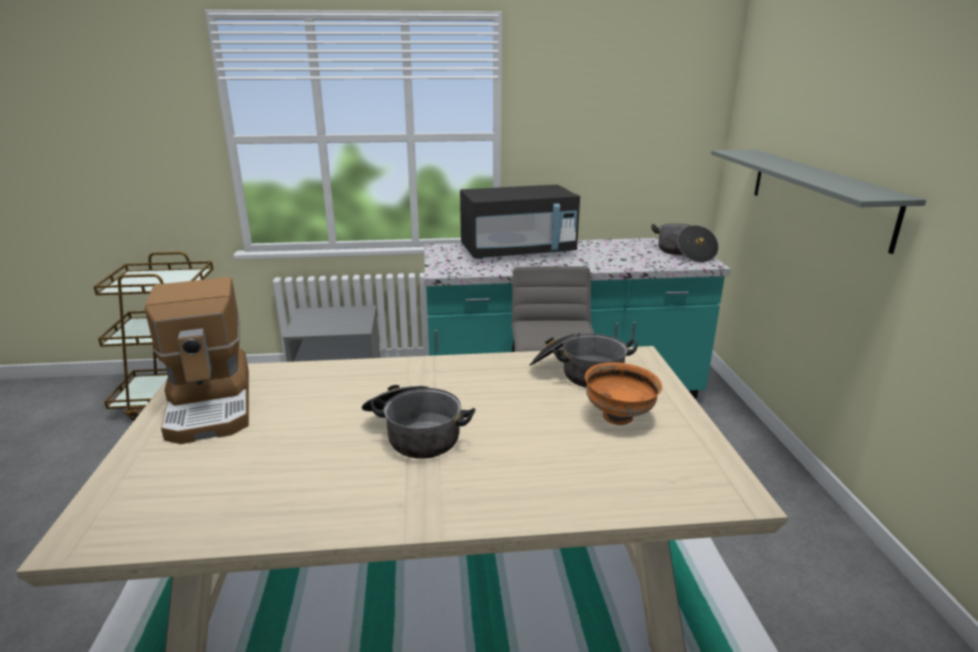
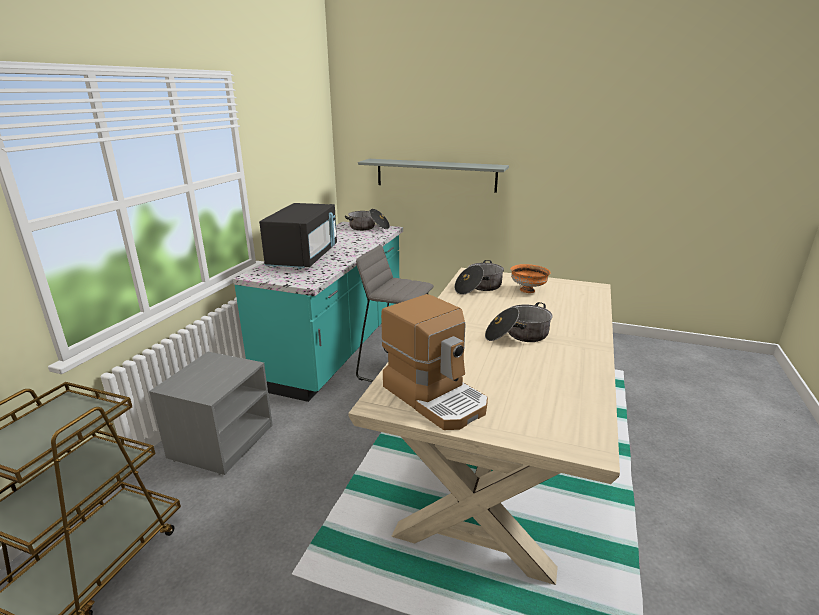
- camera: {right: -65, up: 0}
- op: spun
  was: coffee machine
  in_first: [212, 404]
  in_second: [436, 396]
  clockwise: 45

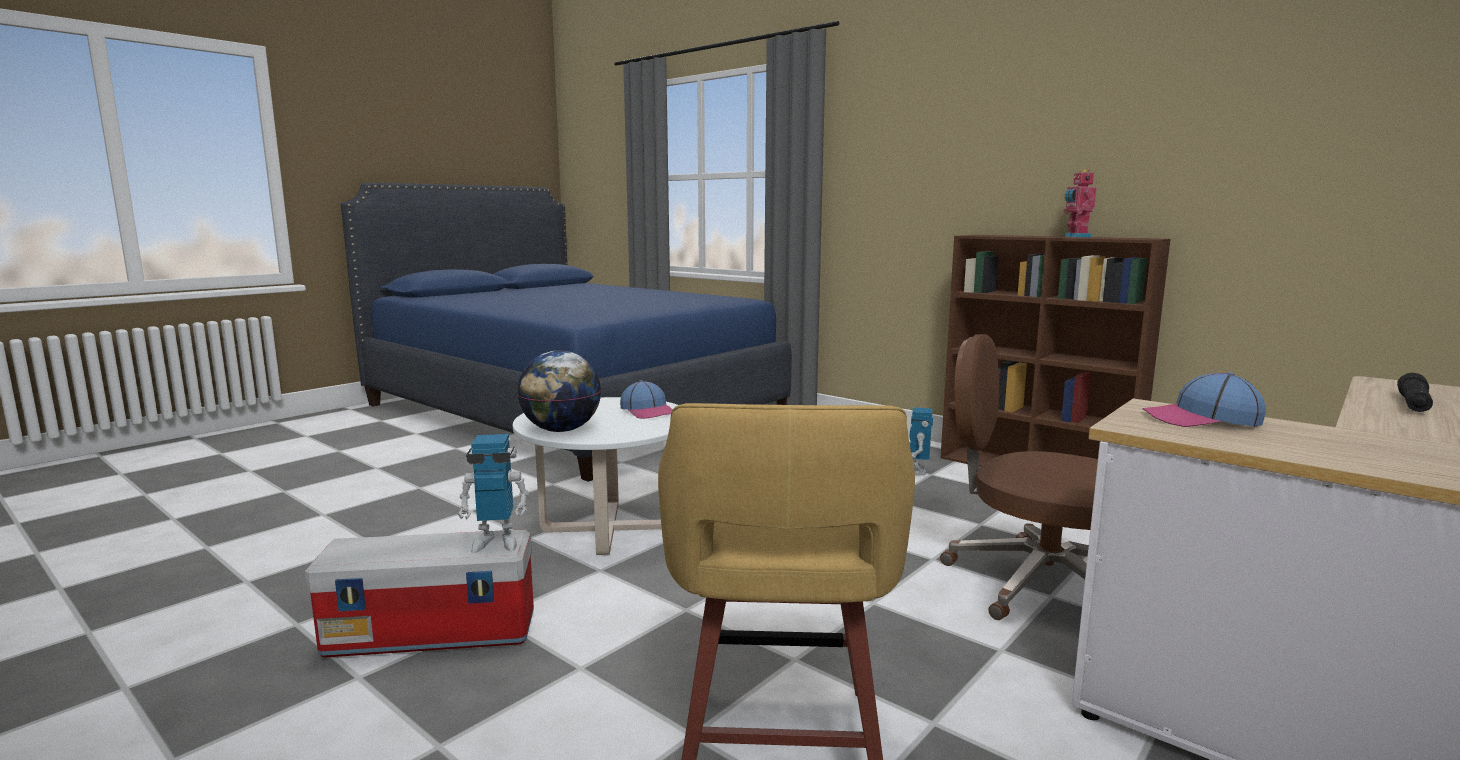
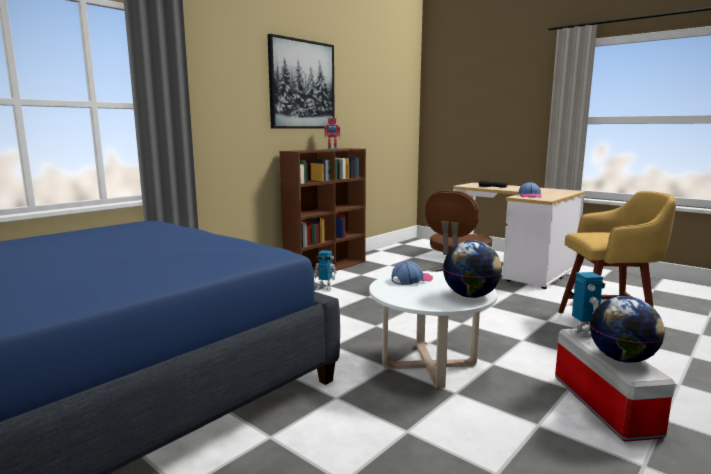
- camera: {right: -90, up: 0}
- op: appeared
  now: picture
  in_second: [302, 85]
- op: appeared
  now: globe
  in_second: [622, 359]

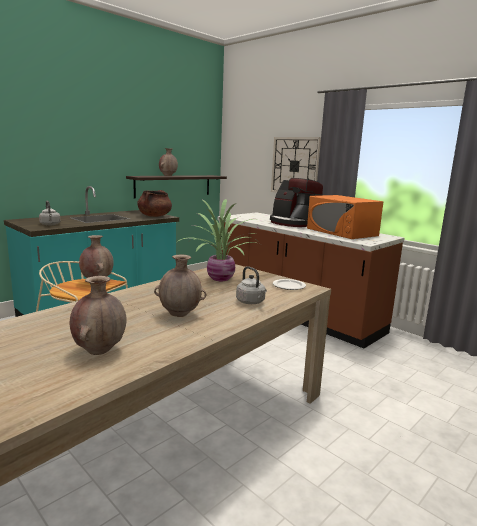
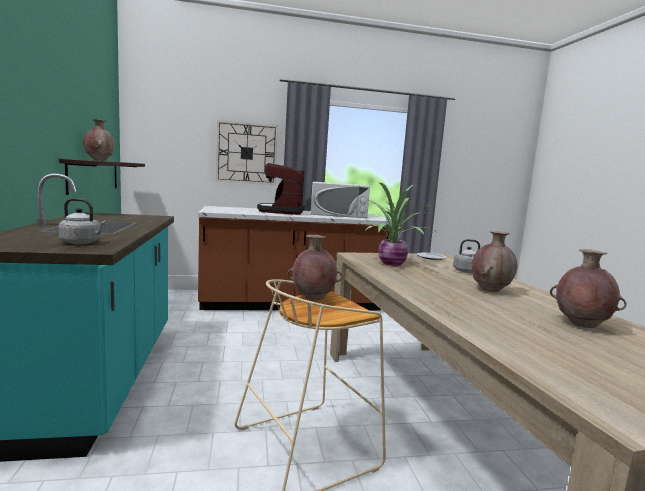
- camera: {right: -55, up: -5}
- op: spun
  was: coffee machine
  in_first: [293, 223]
  in_second: [282, 211]
  clockwise: 105
- op: missing
  was: cooking pot (brown)
  in_first: [155, 216]
- op: colour
  was: microwave (orange)
  now: microwave (white)
  in_first: [341, 232]
  in_second: [338, 214]

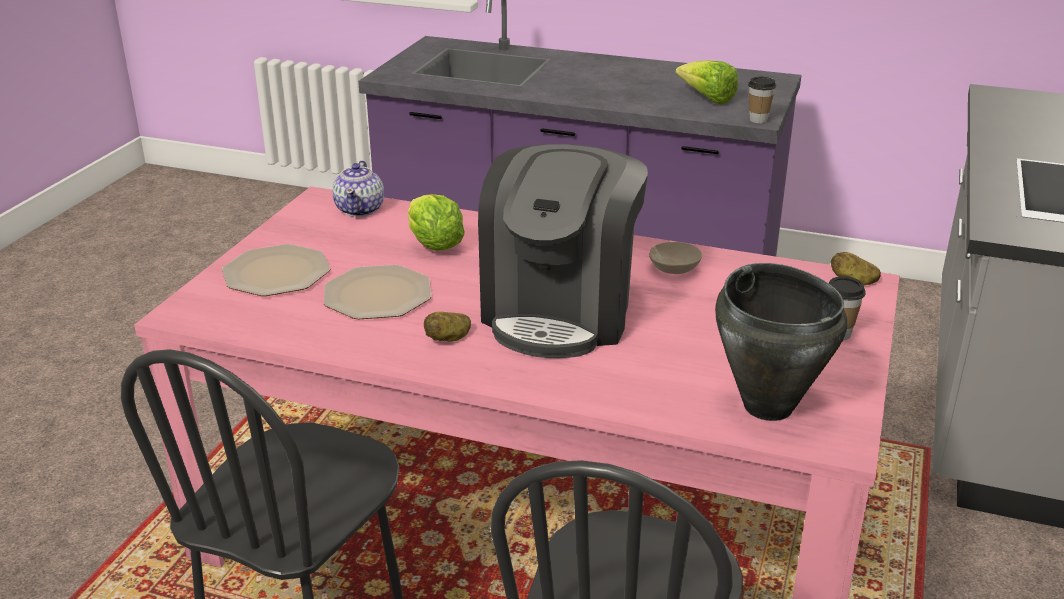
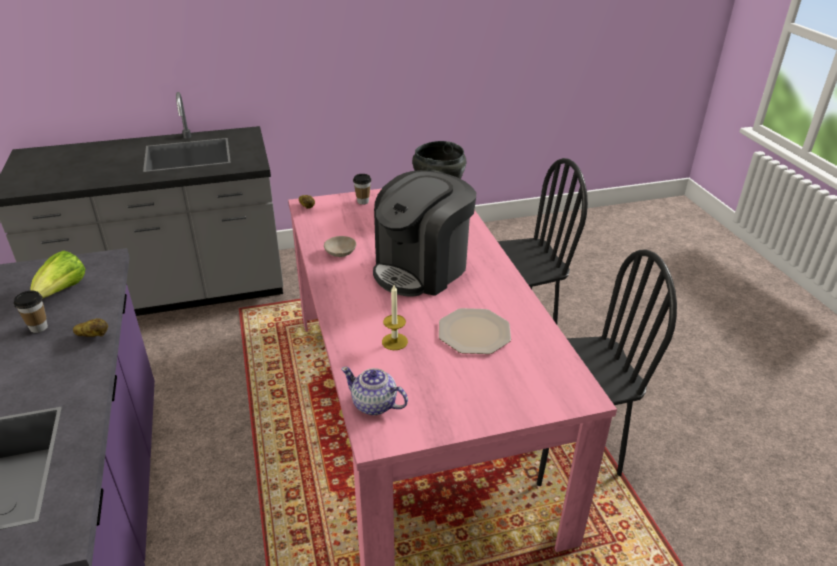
- camera: {right: -125, up: 5}
- op: relocated
  was: cup
  in_first: [758, 120]
  in_second: [38, 327]
- op: spun
  was: coffee machine
  in_first: [560, 311]
  in_second: [422, 269]
  clockwise: 150
- op: spun
  was: teapot
  in_first: [360, 209]
  in_second: [374, 405]
  clockwise: -120
- op: exchanged
  was: lettuce
  now: candle
  in_first: [434, 245]
  in_second: [394, 341]
- op: missing
  was: plate
  in_first: [276, 272]
- op: relocated
  was: potato
  in_first: [449, 338]
  in_second: [93, 336]

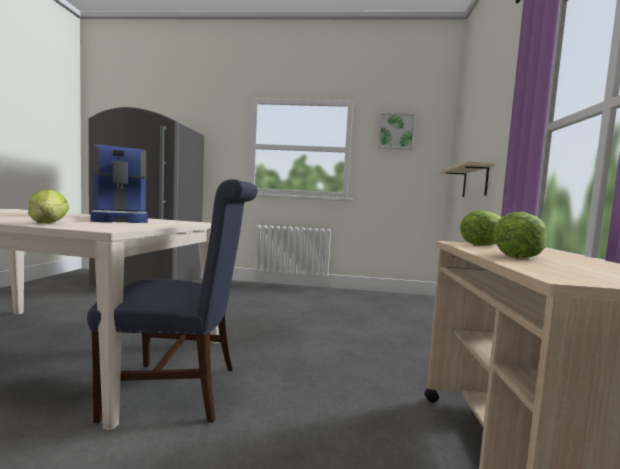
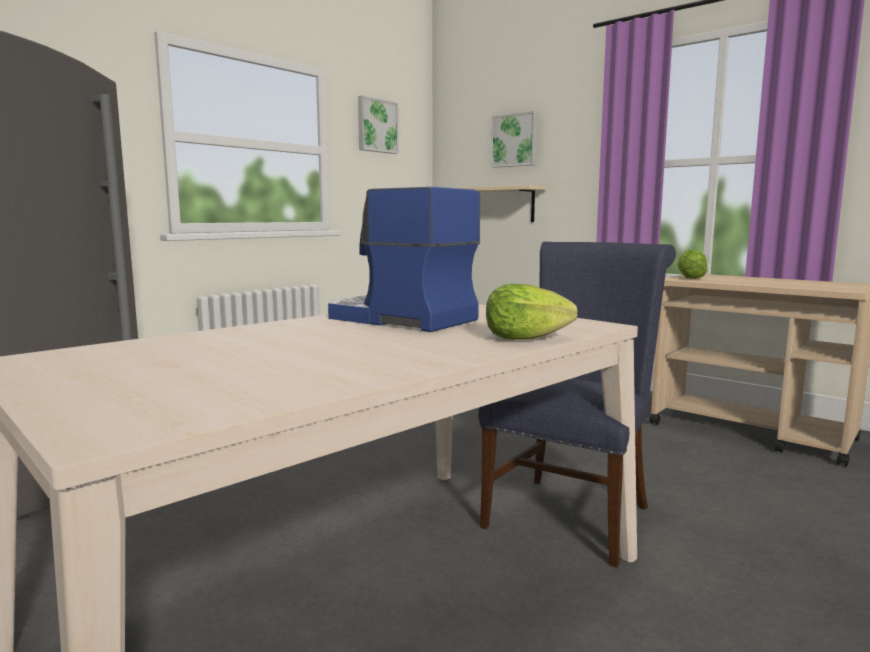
- camera: {right: -55, up: 5}
- op: spun
  was: coffee machine
  in_first: [121, 219]
  in_second: [399, 319]
  clockwise: -150
- op: missing
  was: lettuce
  in_first: [519, 257]
- op: appeared
  now: picture
  in_second: [515, 140]

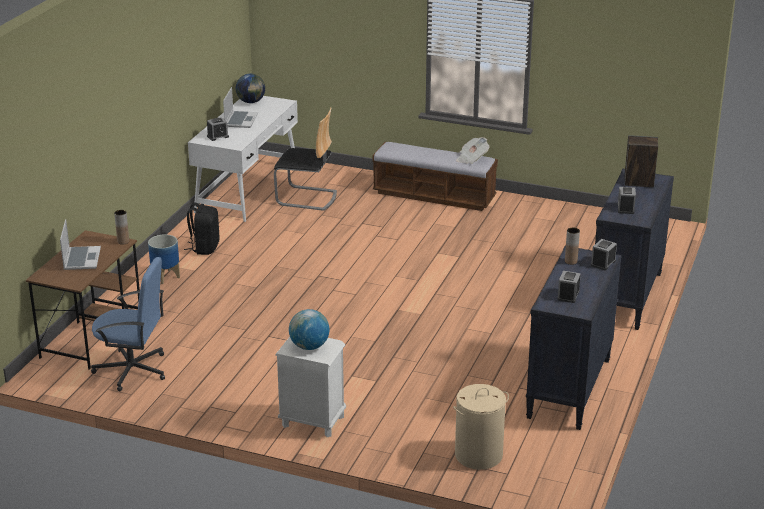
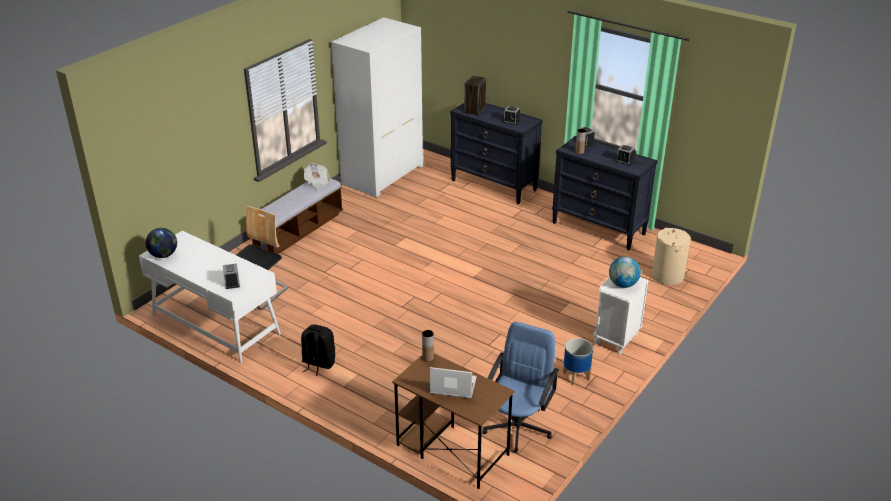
- camera: {right: -75, up: 5}
- op: missing
  was: laptop
  in_first: [240, 120]
- op: relocated
  was: planter
  in_first: [165, 277]
  in_second: [576, 376]
- op: appeared
  now: wardrobe (white)
  in_second: [382, 175]

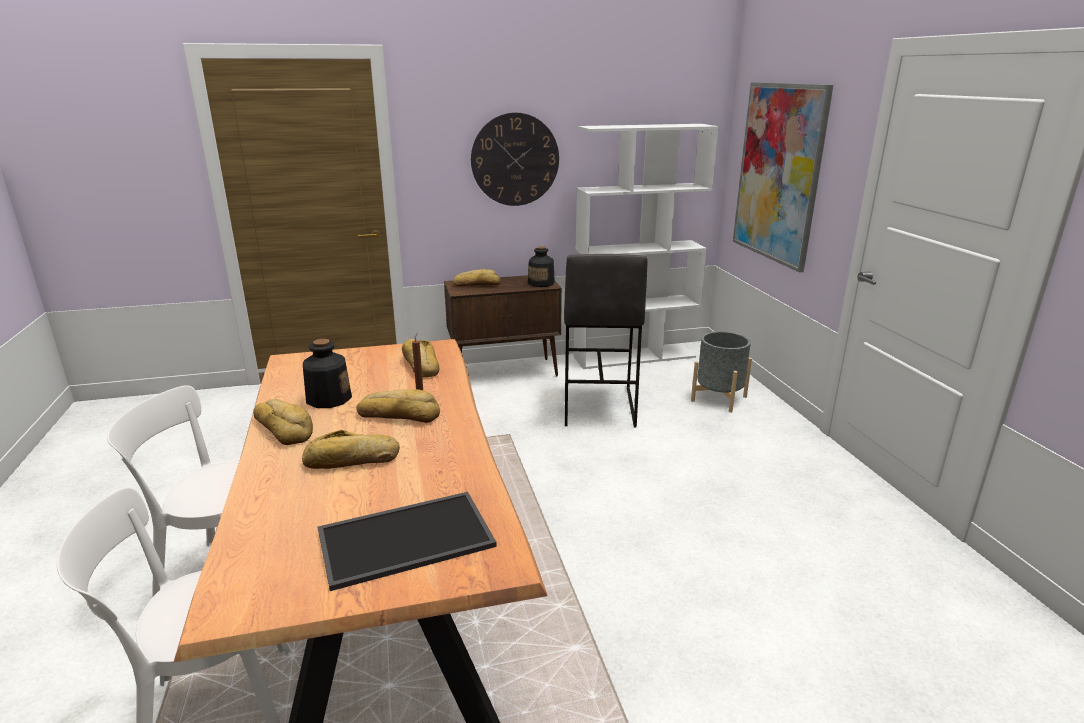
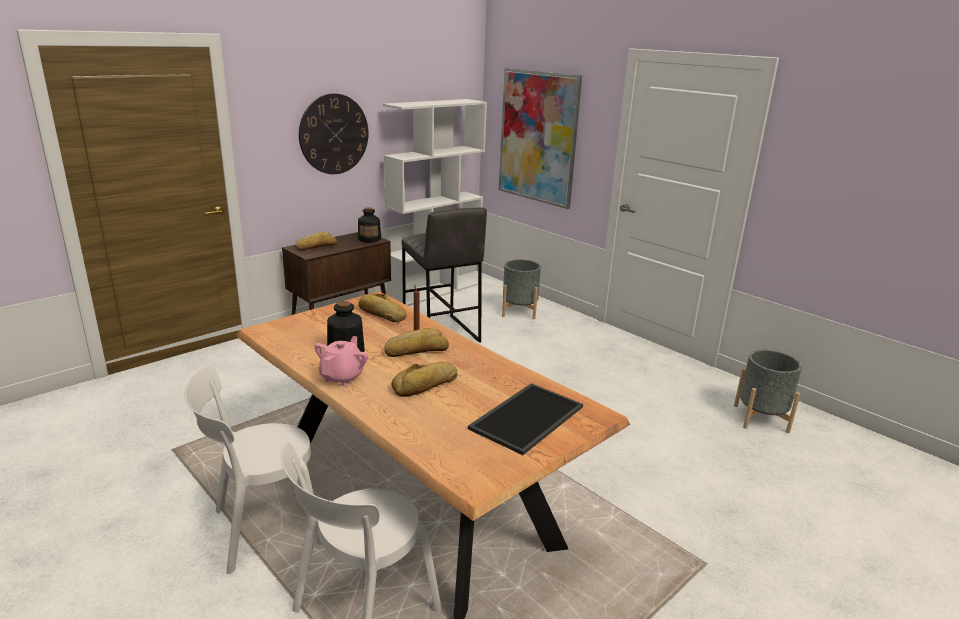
- camera: {right: -30, up: 0}
- op: exchanged
  was: bread
  now: teapot (pink)
  in_first: [284, 428]
  in_second: [342, 377]
- op: appeared
  now: planter (grey)
  in_second: [761, 418]

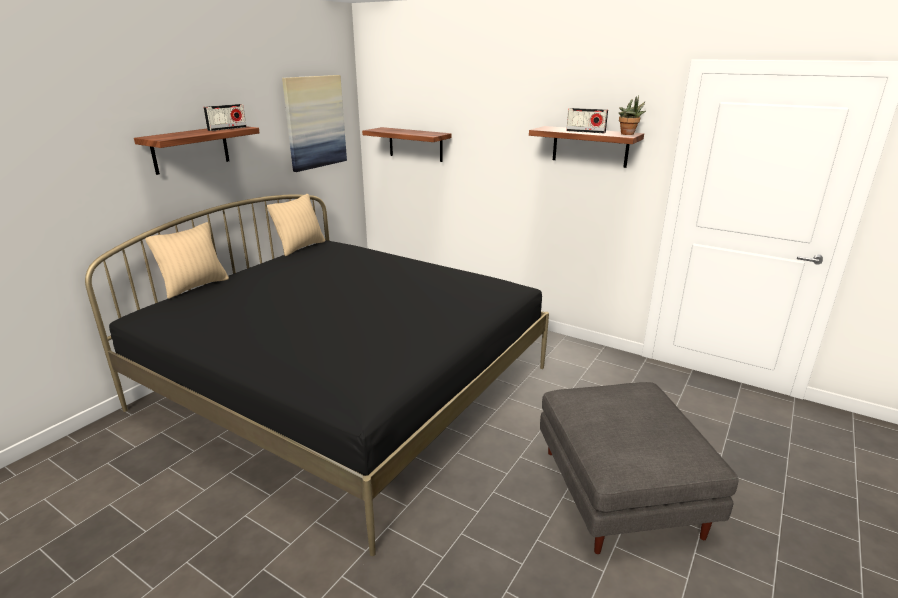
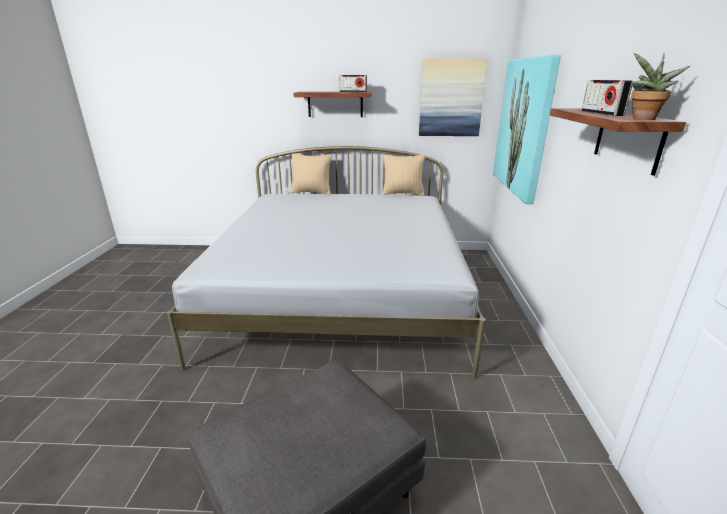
- camera: {right: 60, up: 0}
- op: exchanged
  was: shelf
  now: picture
  in_first: [415, 144]
  in_second: [524, 126]
- op: colour
  was: bed (black)
  now: bed (white)
  in_first: [346, 387]
  in_second: [341, 295]

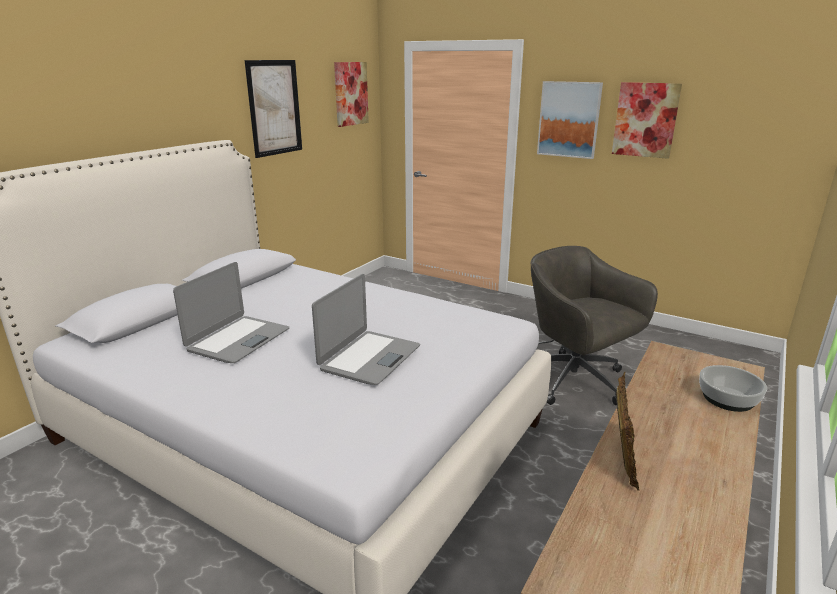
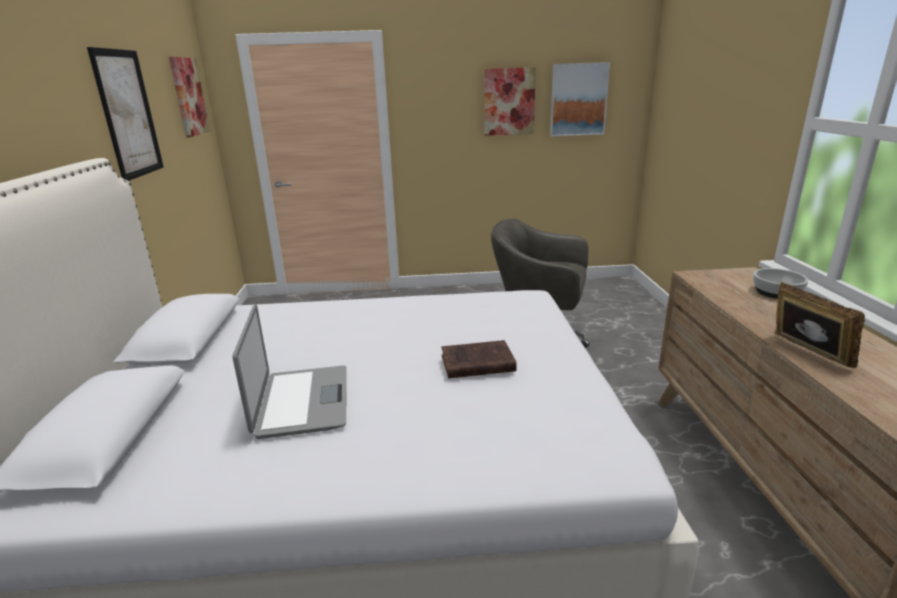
- camera: {right: -35, up: 0}
- op: relocated
  was: picture
  in_first: [569, 119]
  in_second: [578, 99]
- op: exchanged
  was: laptop
  now: book (brown)
  in_first: [369, 358]
  in_second: [475, 364]

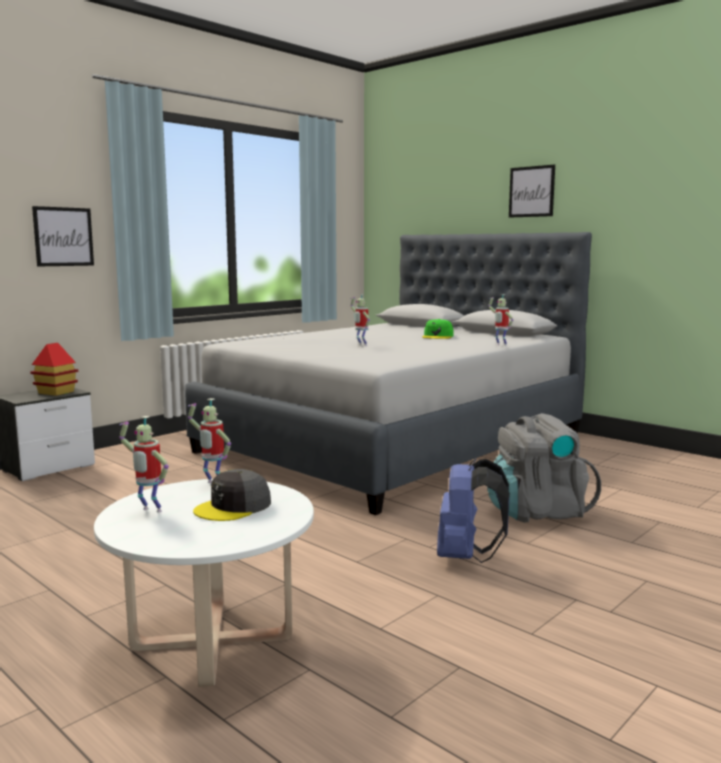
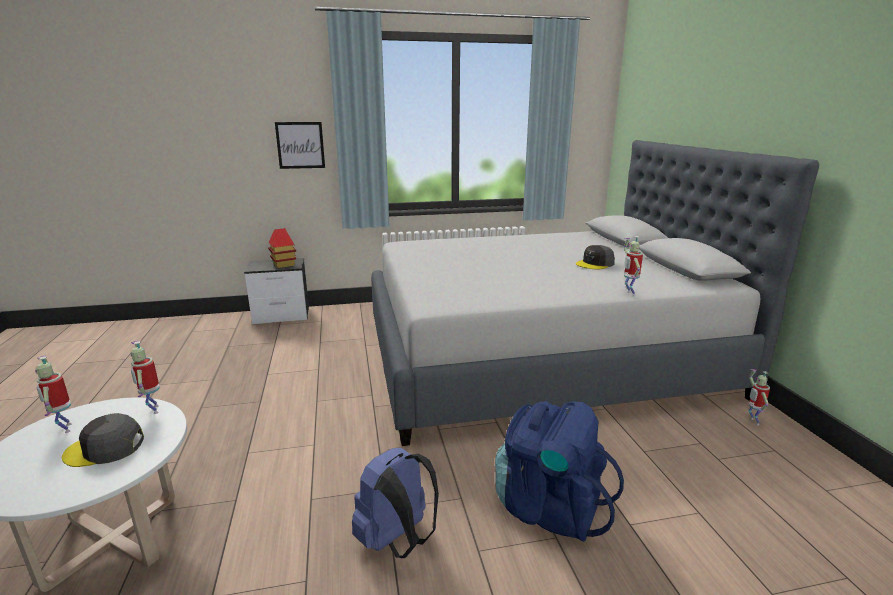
- camera: {right: 35, up: 10}
- op: missing
  was: picture
  in_first: [531, 191]
- op: relocated
  was: toy robot
  in_first: [361, 345]
  in_second: [752, 421]
- op: colour
  was: cap (green)
  now: cap (grey)
  in_first: [437, 336]
  in_second: [595, 264]
- op: colour
  was: backpack (grey)
  now: backpack (blue)
  in_first: [537, 512]
  in_second: [549, 507]

